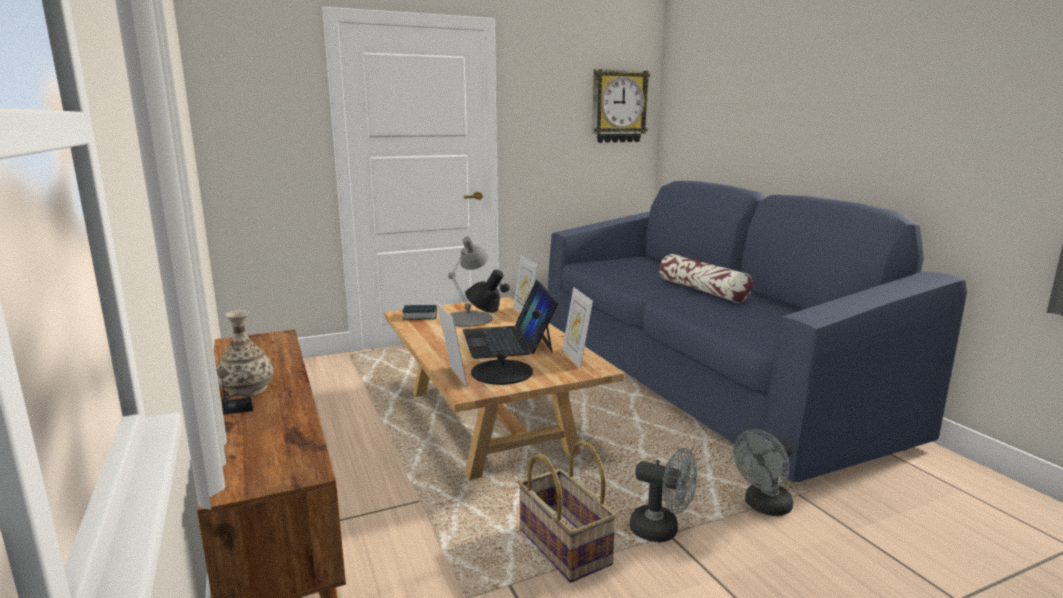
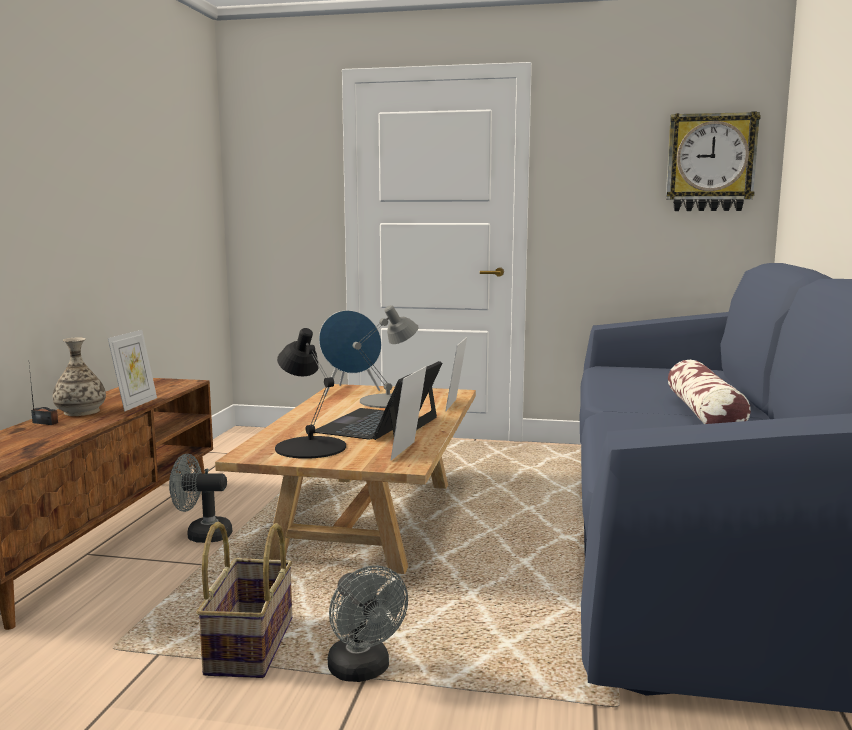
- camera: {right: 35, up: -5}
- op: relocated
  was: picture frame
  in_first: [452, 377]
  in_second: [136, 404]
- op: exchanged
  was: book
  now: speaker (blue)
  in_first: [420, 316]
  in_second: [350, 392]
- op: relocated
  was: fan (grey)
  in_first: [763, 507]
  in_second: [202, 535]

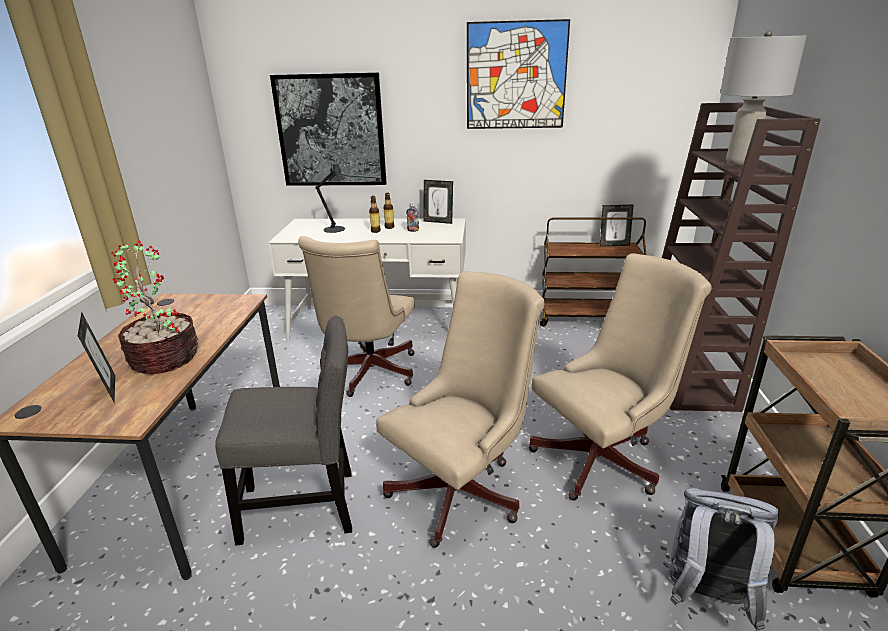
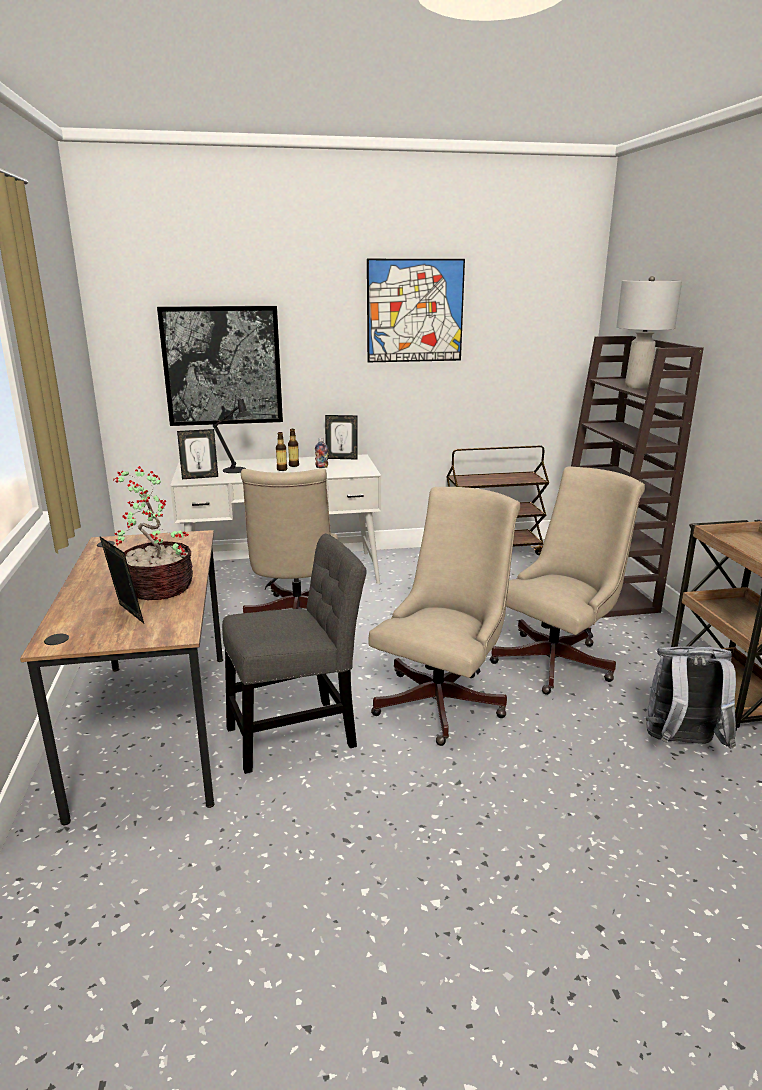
- camera: {right: -15, up: -5}
- op: relocated
  was: picture frame
  in_first: [614, 245]
  in_second: [200, 477]

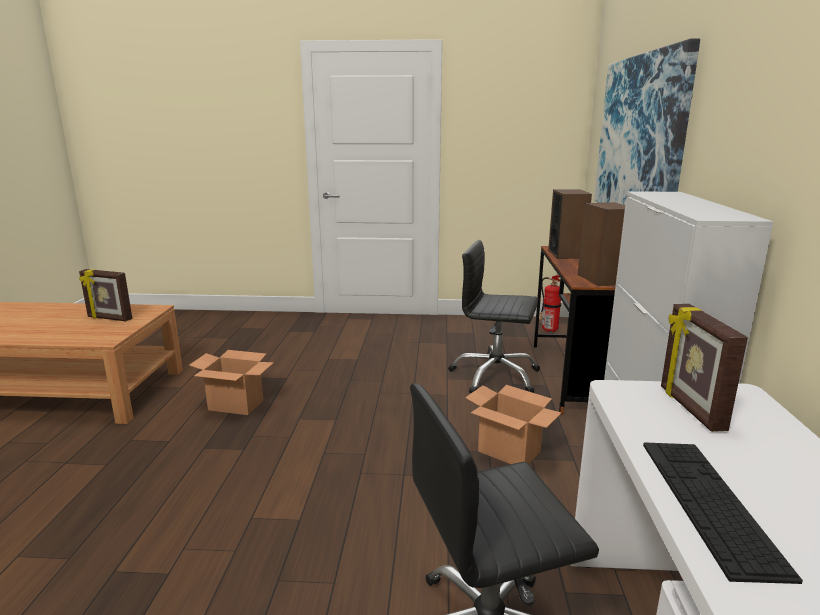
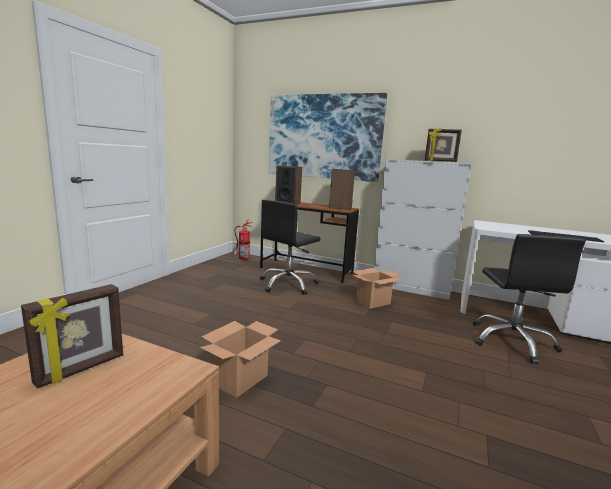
- camera: {right: -70, up: -5}
- op: relocated
  was: picture frame
  in_first: [690, 408]
  in_second: [440, 161]

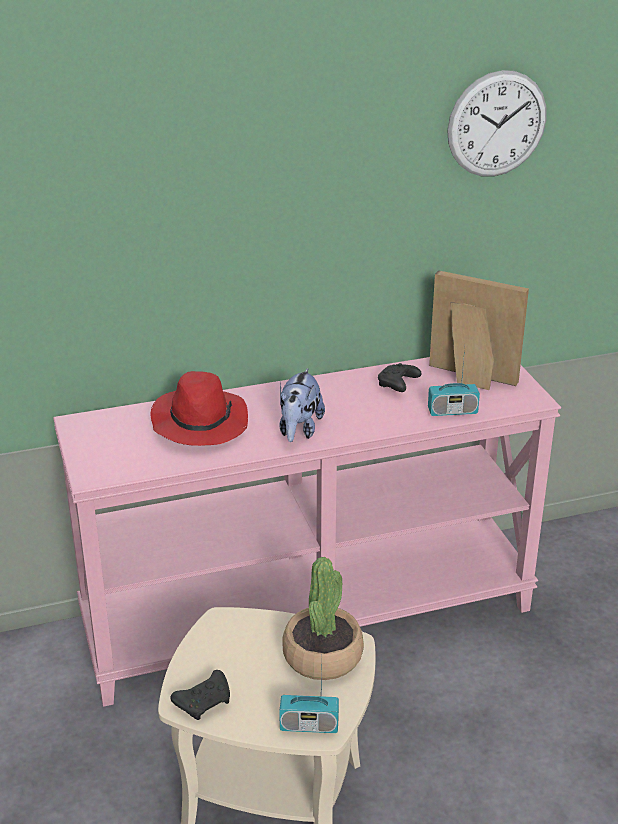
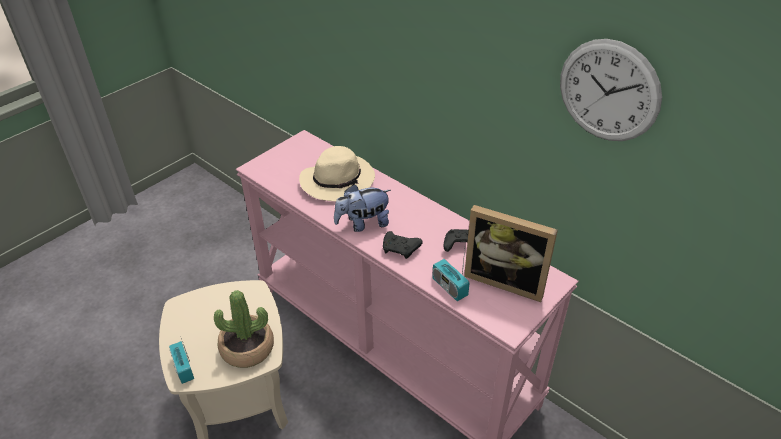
- camera: {right: 60, up: 10}
- op: spun
  was: picture frame
  in_first: [469, 378]
  in_second: [506, 280]
  clockwise: 120
- op: colour
  was: hat (red)
  now: hat (beige)
  in_first: [199, 422]
  in_second: [338, 181]
- op: relocated
  was: game controller (black)
  in_first: [205, 701]
  in_second: [401, 249]

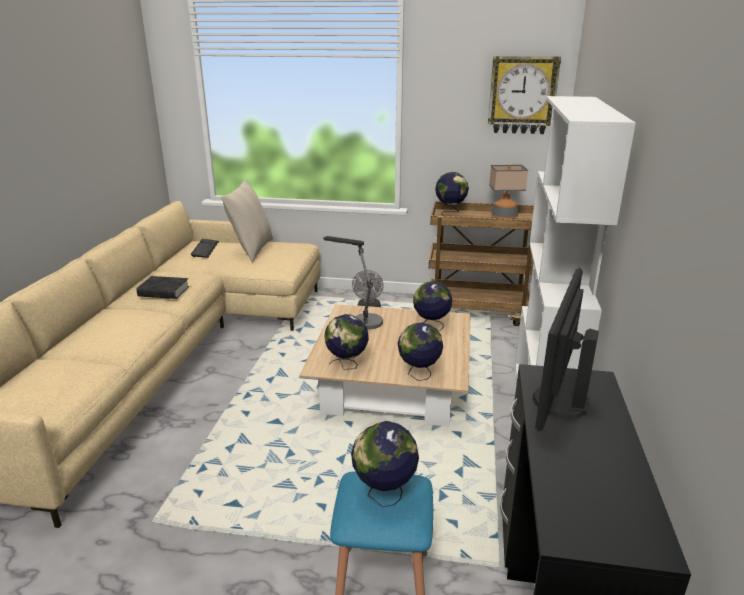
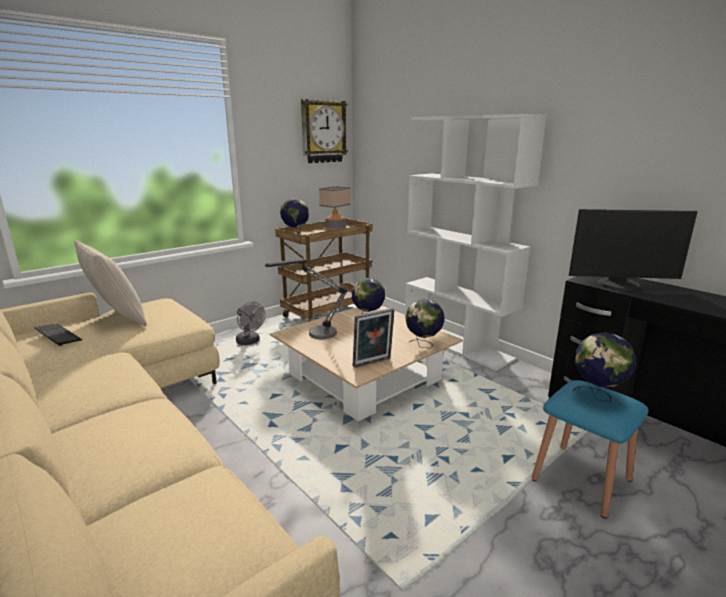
- camera: {right: -50, up: -5}
- op: spun
  was: monitor
  in_first: [558, 400]
  in_second: [620, 285]
  clockwise: -60
- op: missing
  was: book (black)
  in_first: [163, 292]
- op: exchanged
  was: globe
  now: picture frame
  in_first: [347, 365]
  in_second: [373, 363]

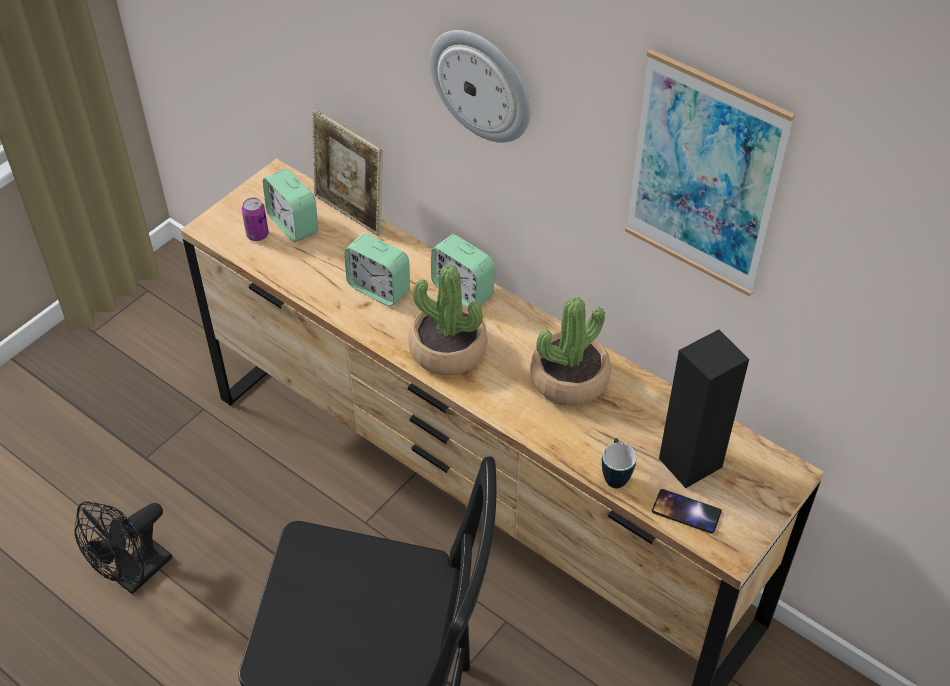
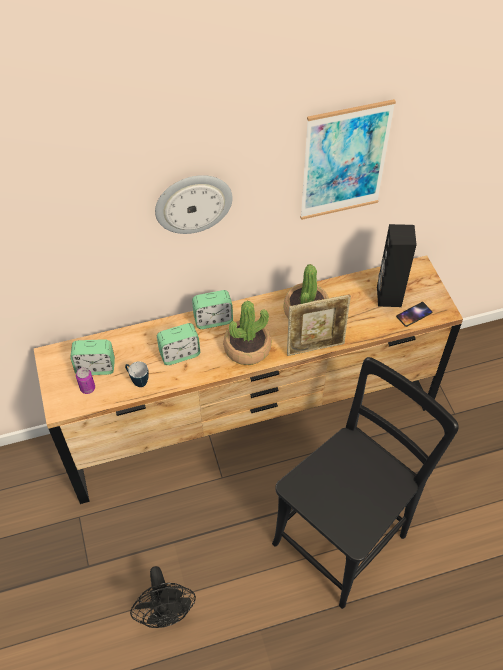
- camera: {right: -55, up: 5}
- op: relocated
  was: picture frame
  in_first: [350, 213]
  in_second: [315, 347]
- op: relocated
  was: mug
  in_first: [615, 475]
  in_second: [137, 381]

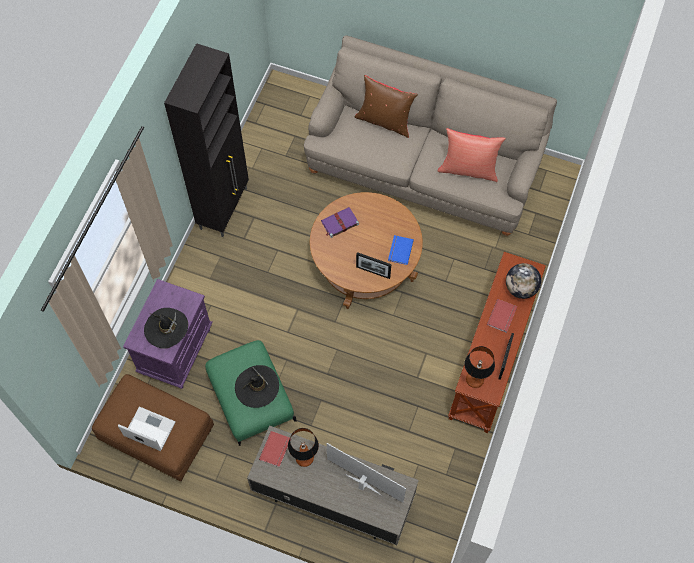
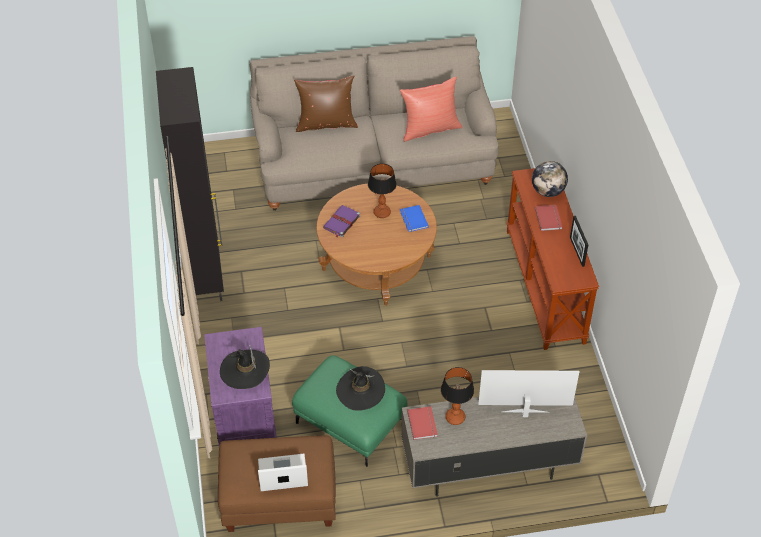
- camera: {right: -30, up: -15}
- op: missing
  was: picture frame
  in_first: [373, 272]
- op: relocated
  was: table lamp
  in_first: [475, 380]
  in_second: [382, 212]

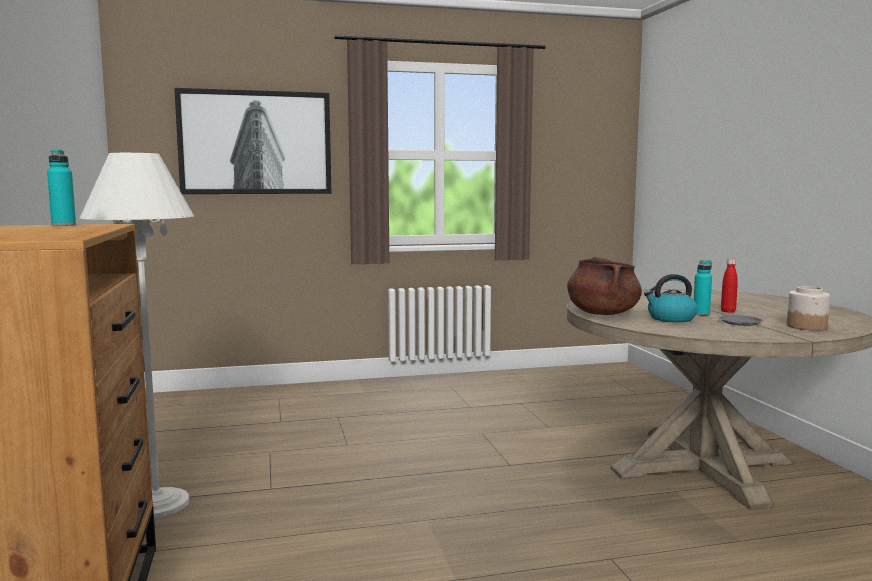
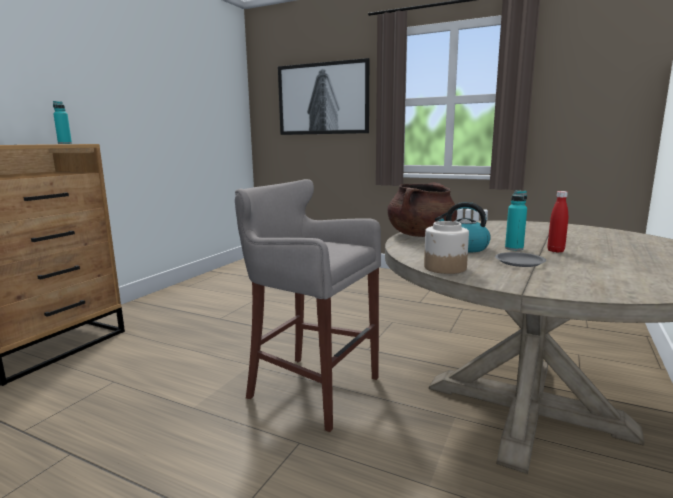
- camera: {right: 40, up: 5}
- op: missing
  was: floor lamp (white)
  in_first: [156, 504]
- op: relocated
  was: jar
  in_first: [807, 326]
  in_second: [445, 268]
- op: appeared
  now: stool (grey)
  in_second: [310, 388]

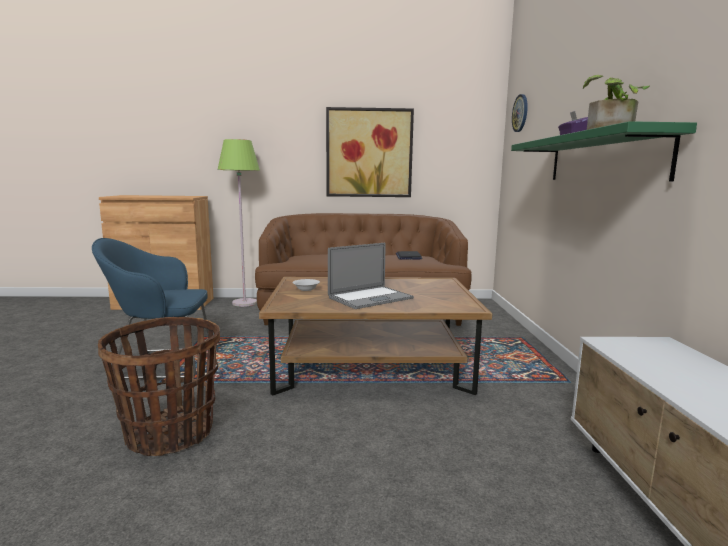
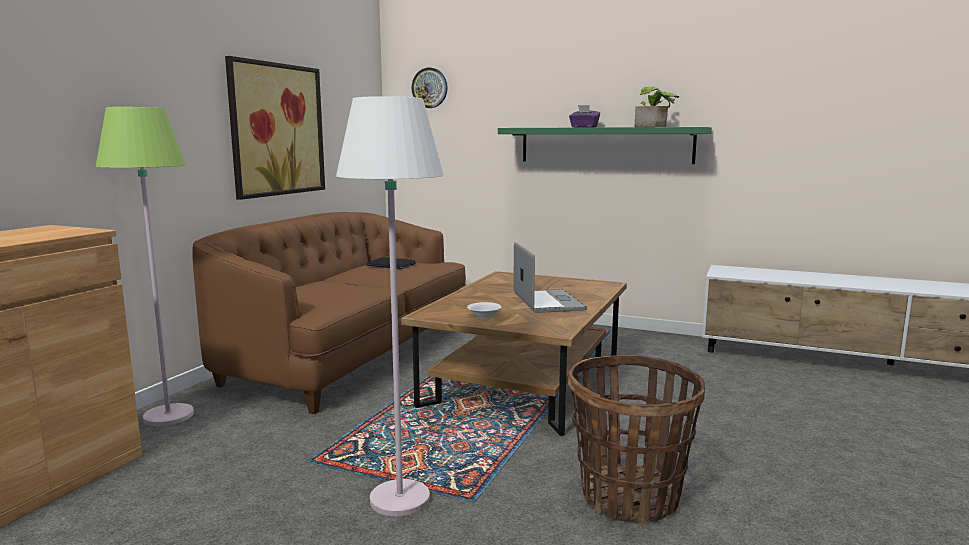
- camera: {right: -65, up: 0}
- op: exchanged
  was: armchair (blue)
  now: floor lamp (white)
  in_first: [161, 364]
  in_second: [399, 499]

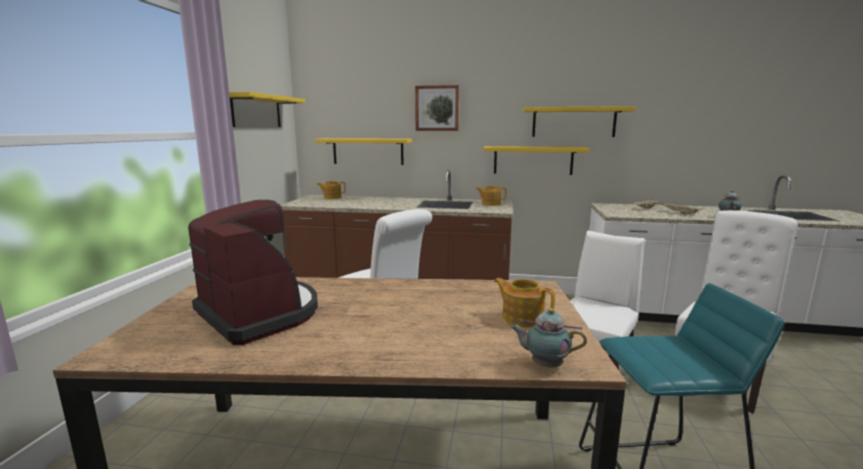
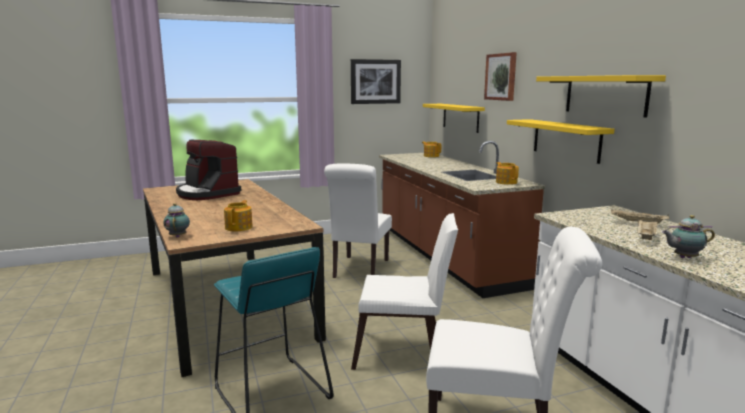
- camera: {right: 60, up: 0}
- op: exchanged
  was: shelf (yellow)
  now: picture
  in_first: [256, 111]
  in_second: [375, 81]
- op: spun
  was: coffee machine
  in_first: [260, 313]
  in_second: [207, 193]
  clockwise: 120

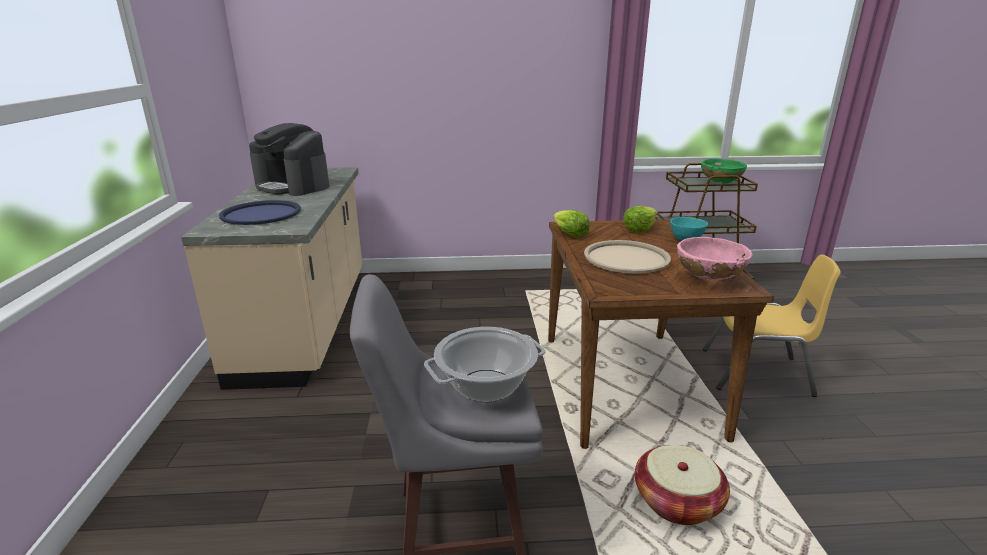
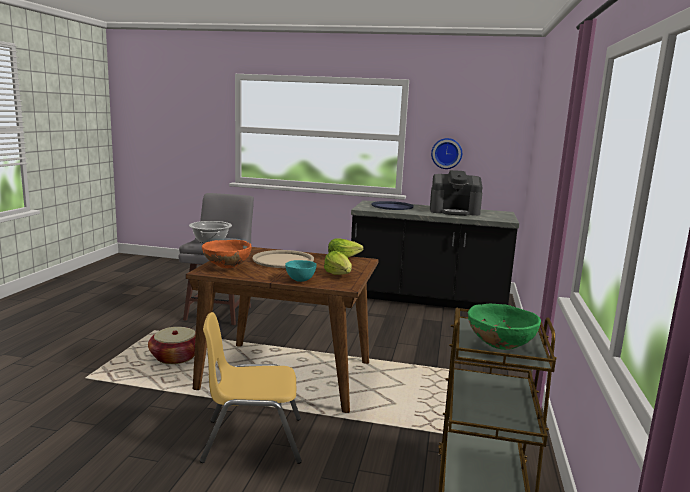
- camera: {right: 105, up: -10}
- op: spun
  was: coffee machine
  in_first: [293, 186]
  in_second: [454, 211]
  clockwise: -135
- op: colour
  was: counter (beige)
  now: counter (black)
  in_first: [308, 323]
  in_second: [427, 299]
- op: colour
  was: bowl (pink)
  now: bowl (orange)
  in_first: [709, 279]
  in_second: [227, 267]
- op: spun
  was: chair (yellow)
  in_first: [757, 373]
  in_second: [252, 440]
  clockwise: 60
- op: appeared
  now: wall clock
  in_second: [446, 153]

